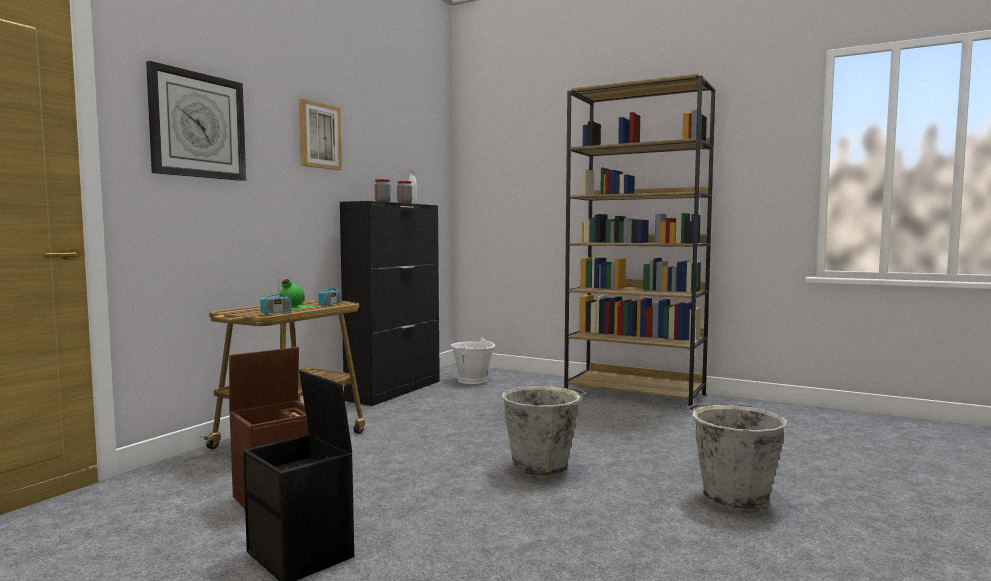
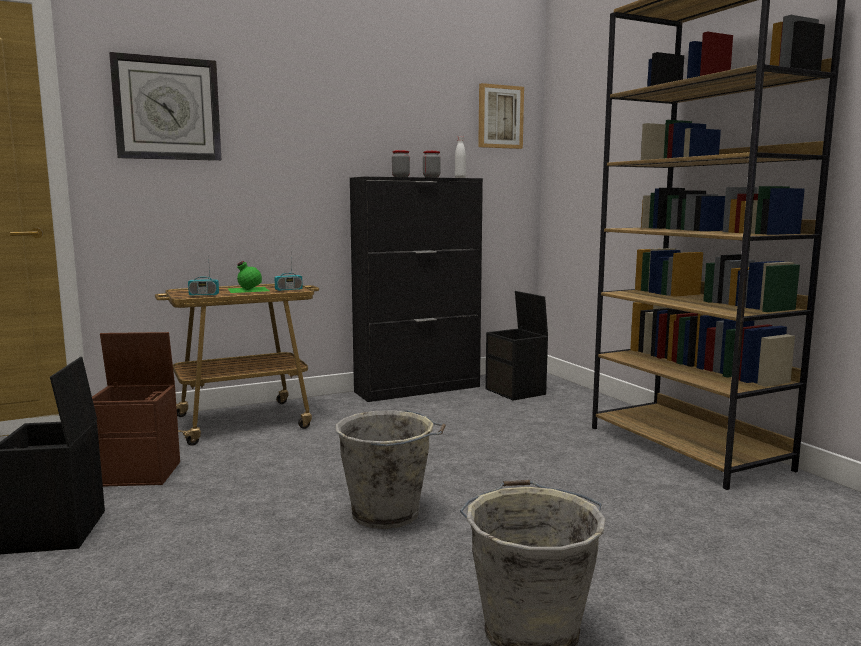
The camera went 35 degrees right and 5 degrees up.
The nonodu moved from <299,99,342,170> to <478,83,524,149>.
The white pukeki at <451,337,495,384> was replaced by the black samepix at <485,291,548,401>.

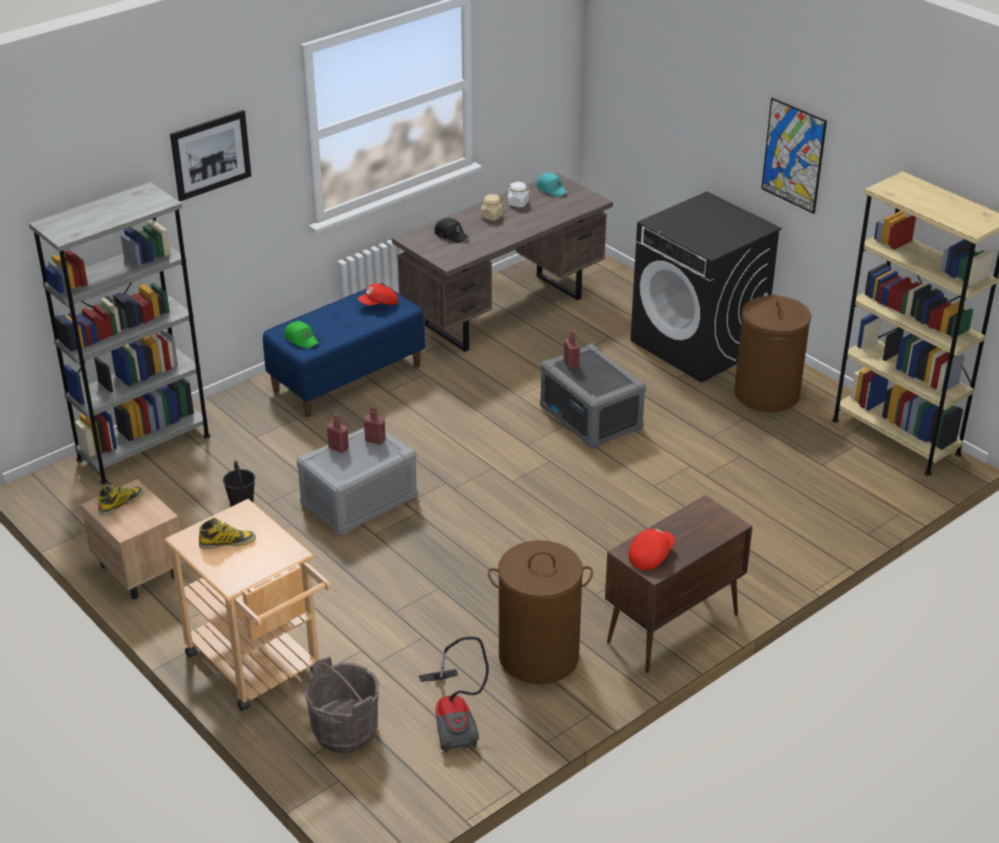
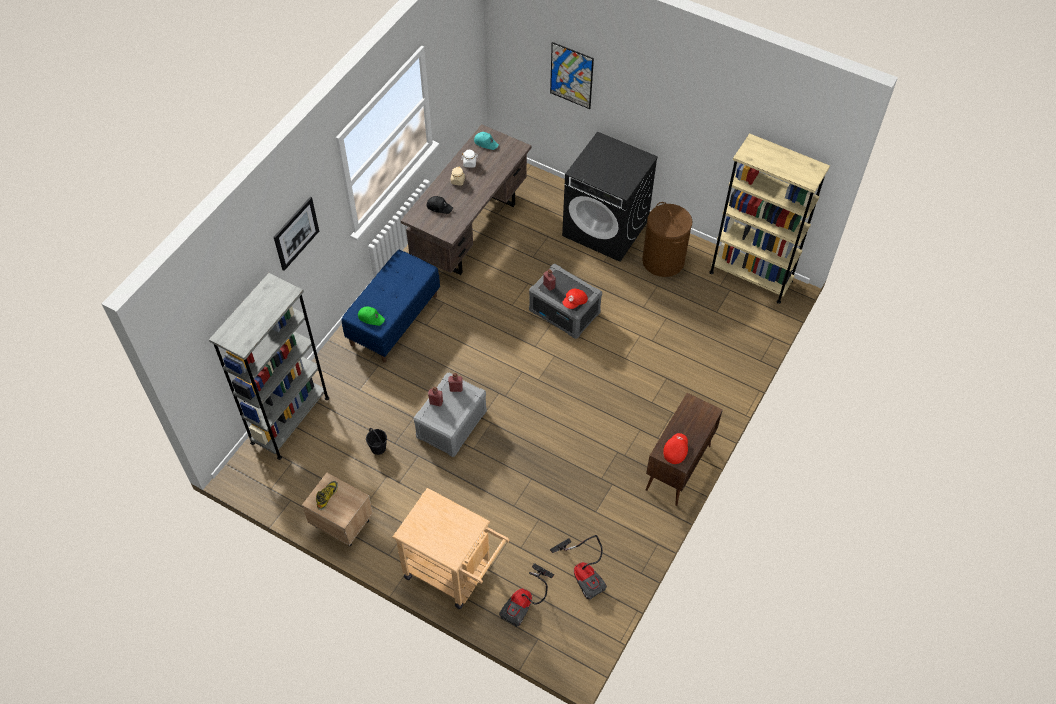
The camera went 20 degrees left and 20 degrees up.
The nonodu moved from <761,98,827,214> to <550,42,594,109>.
The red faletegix moved from <358,283,398,305> to <562,289,588,309>.
The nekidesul at <199,518,256,550> disappeared.
The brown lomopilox at <488,540,593,684> disappeared.
The grey pukeki at <305,656,379,753> was replaced by the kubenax at <499,563,554,627>.

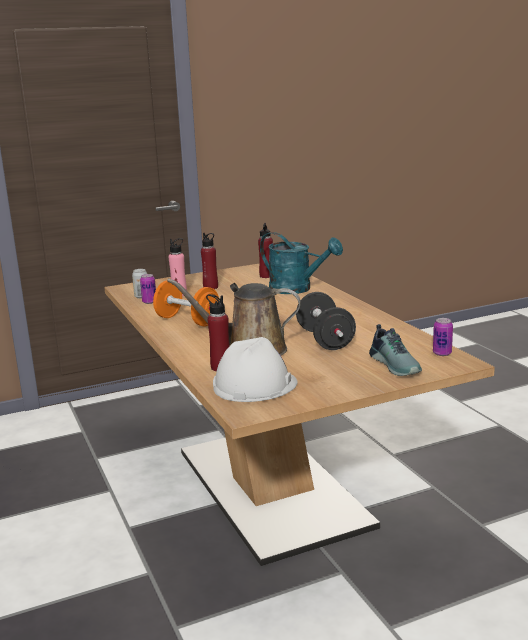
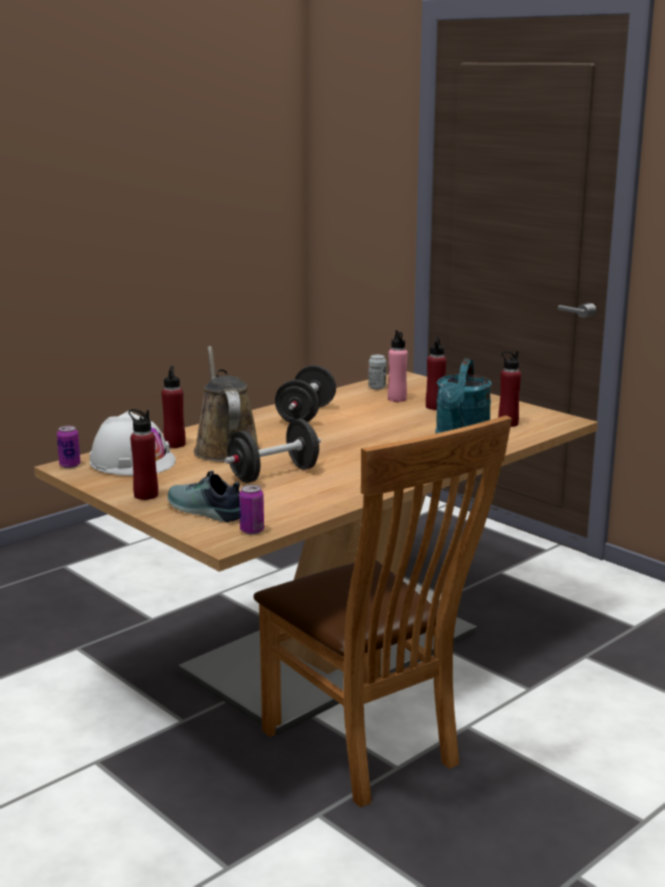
The camera went 70 degrees right and 0 degrees up.
The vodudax moved from <140,274,156,304> to <57,426,81,468>.
The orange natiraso at <153,280,219,326> became the black natiraso at <275,365,336,422>.
The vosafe at <369,324,422,376> turned 75 degrees clockwise.
The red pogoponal at <128,409,158,500> appeared.
The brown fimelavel at <254,416,512,808> appeared.

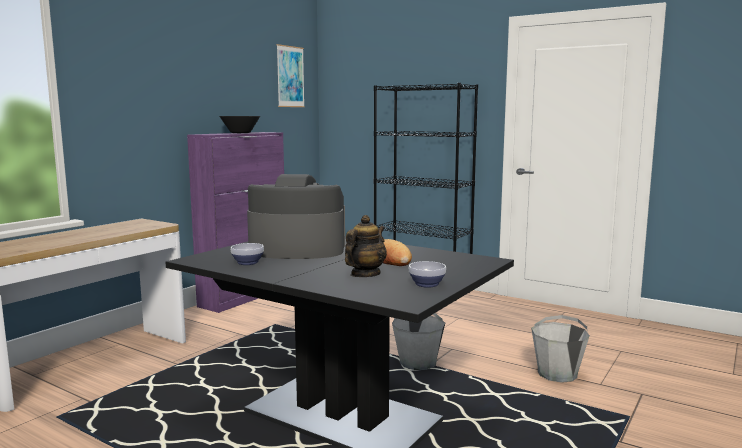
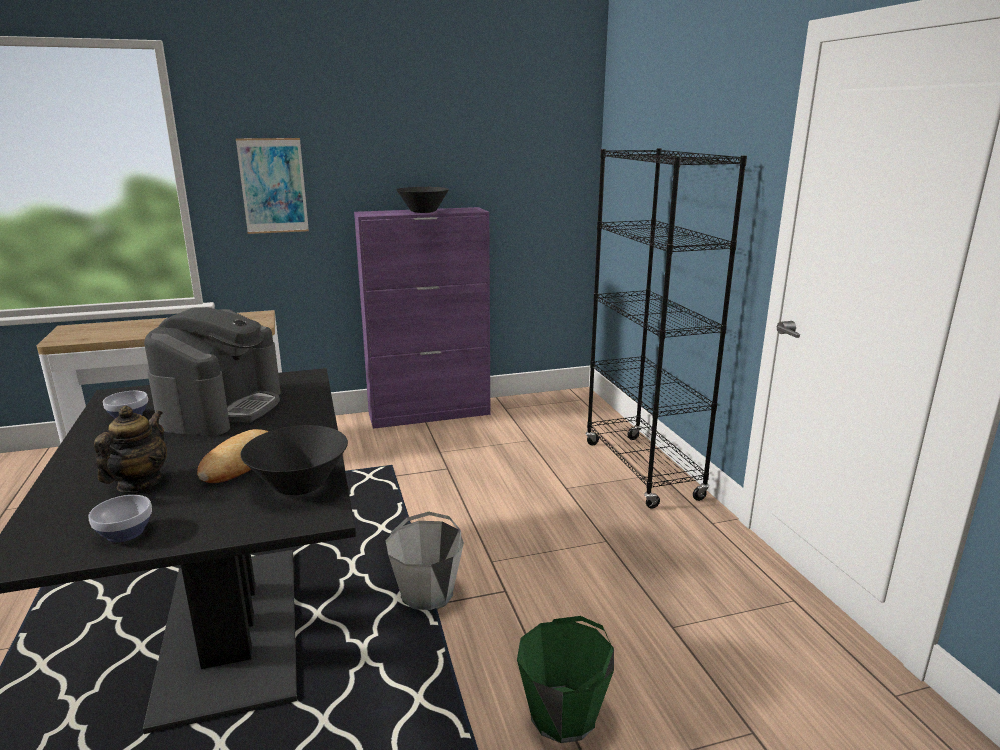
The camera went 40 degrees right and 10 degrees up.
The nonodu moved from <276,44,305,107> to <236,138,309,234>.
The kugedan at <247,174,345,259> turned 60 degrees clockwise.
The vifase at <345,215,387,277> turned 60 degrees counterclockwise.
The grey pukeki at <531,315,590,383> became the green pukeki at <517,616,614,743>.
The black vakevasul at <240,425,348,495> appeared.

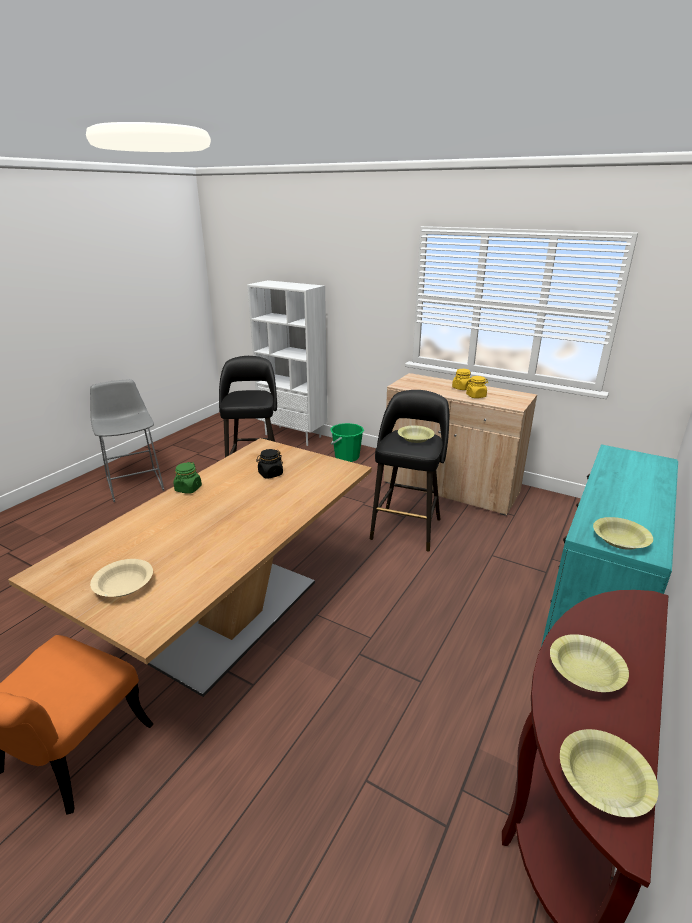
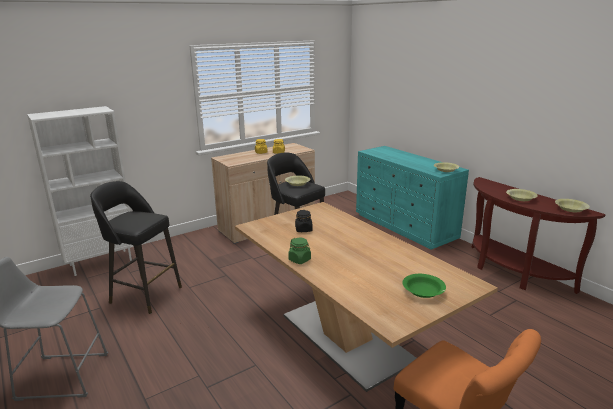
The camera went 65 degrees left and 5 degrees down.
The green pukeki at <330,423,364,462> disappeared.
The beige vakevasul at <90,559,153,597> became the green vakevasul at <402,274,446,298>.

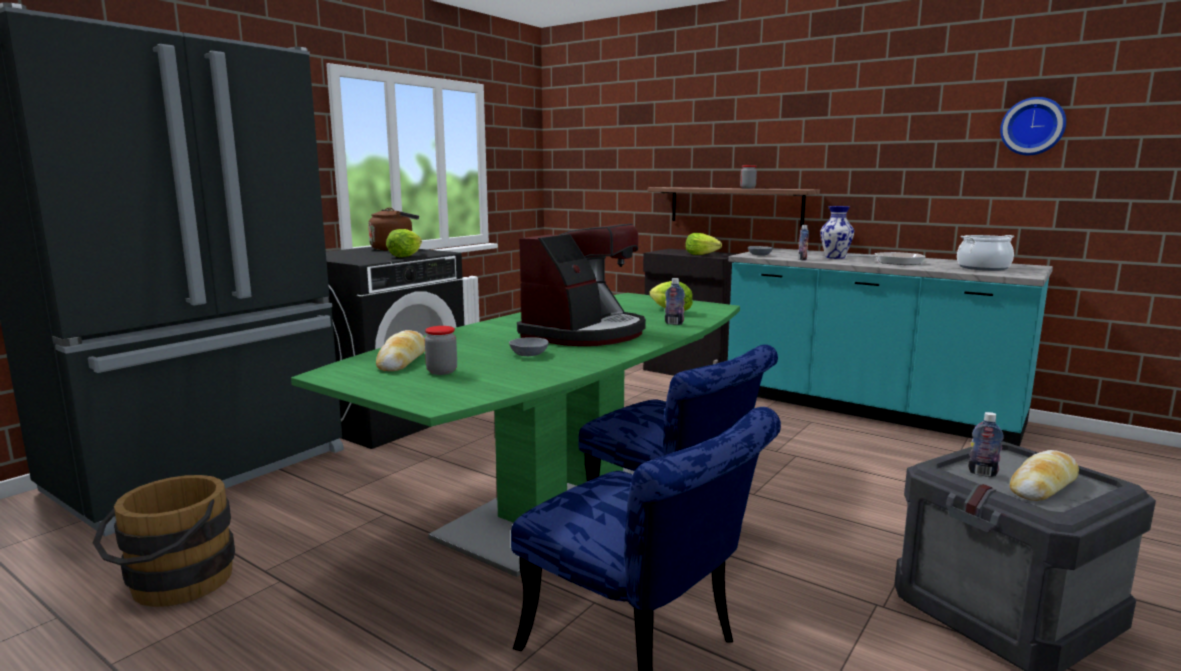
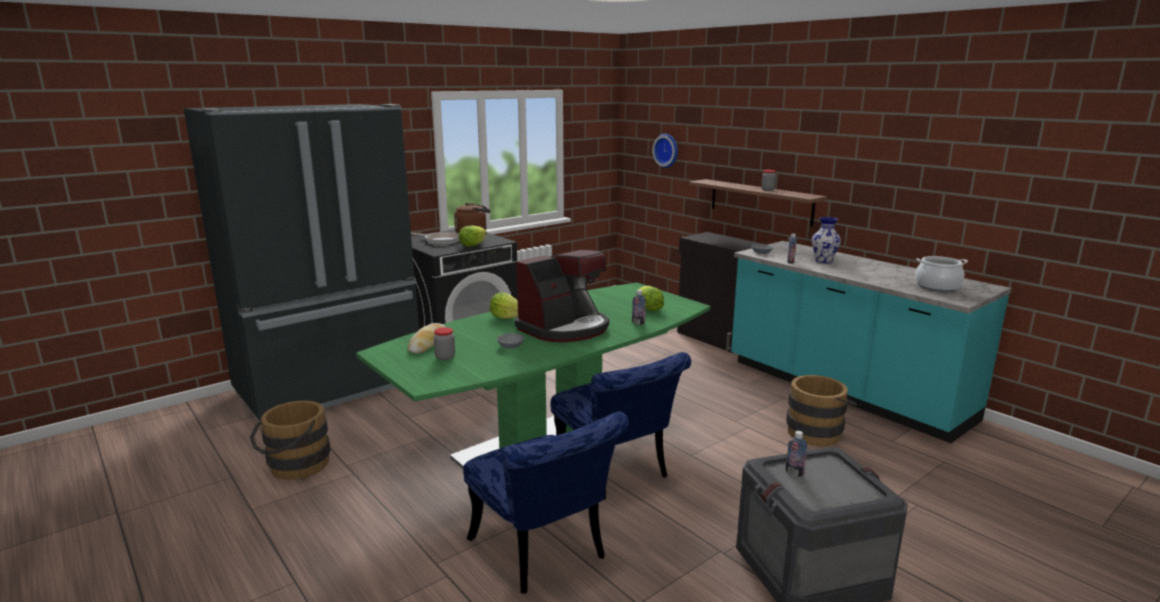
The camera went 15 degrees right and 5 degrees up.
The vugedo moved from <1000,97,1066,155> to <652,134,678,168>.
The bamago moved from <685,233,722,255> to <490,293,518,319>.
The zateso moved from <846,252,926,265> to <411,232,460,245>.
The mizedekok at <1010,450,1079,501> disappeared.
The brown pukeki at <786,375,857,446> appeared.

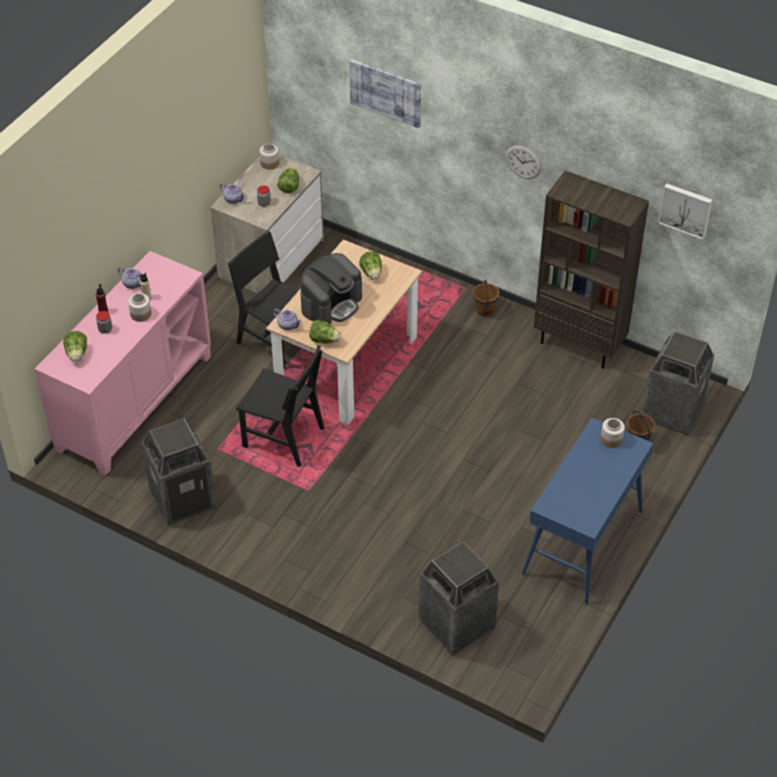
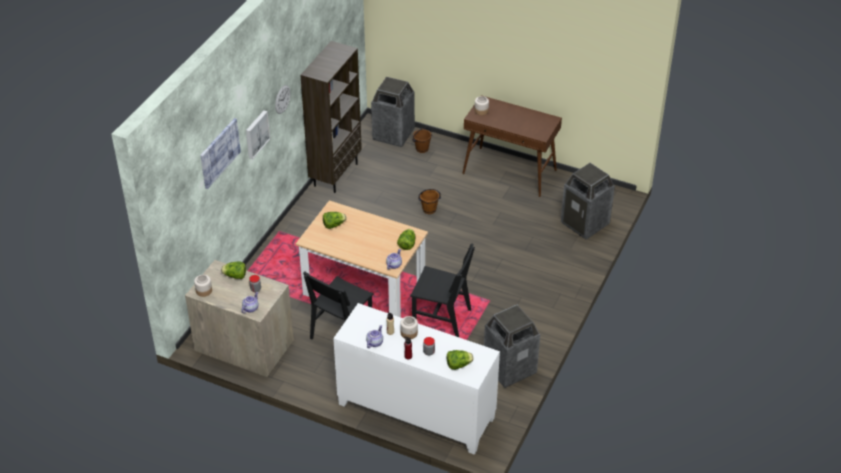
The camera went 95 degrees left and 5 degrees down.
The nonodu moved from <658,183,712,240> to <246,110,270,159>.
The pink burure at <35,251,211,475> became the white burure at <333,303,500,455>.
The kugedan at <300,253,362,324> disappeared.
The brown pukeki moved from <473,280,499,317> to <419,189,441,214>.
The black fimelavel at <236,345,324,467> turned 90 degrees clockwise.
The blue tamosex at <522,418,653,604> became the brown tamosex at <462,95,562,197>.

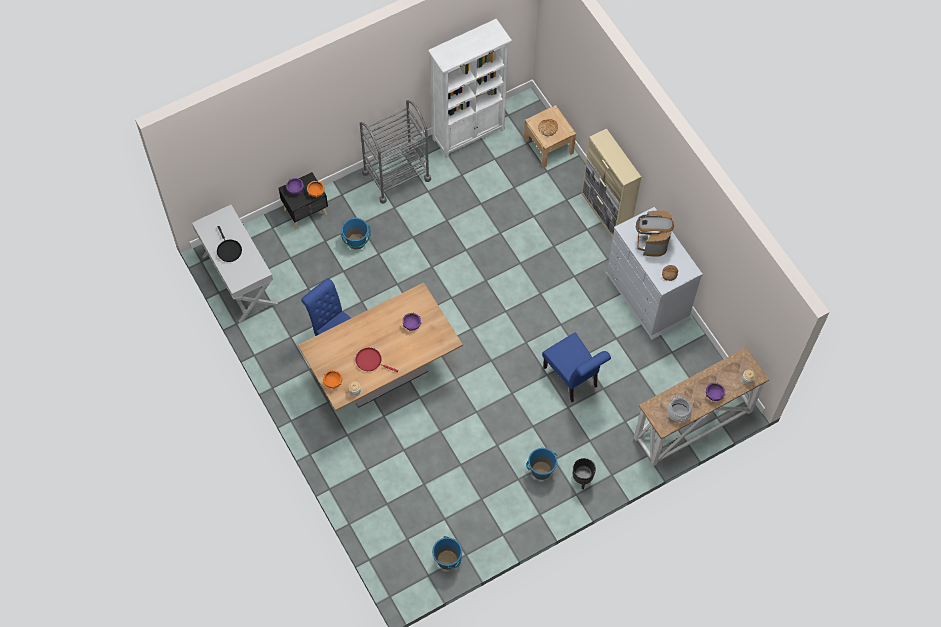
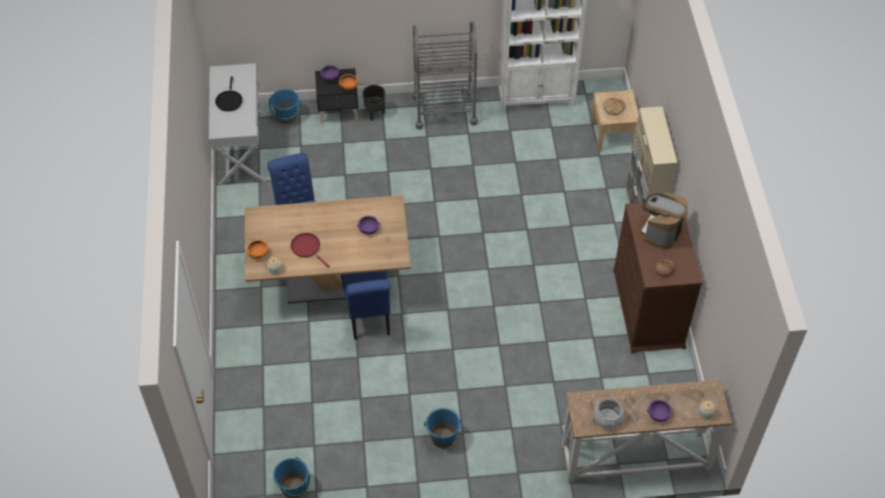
The camera went 25 degrees right and 10 degrees down.
The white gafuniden at <605,207,703,340> became the brown gafuniden at <613,202,702,354>.
The blue pukeki moved from <341,218,371,249> to <269,89,301,124>.
The blue fimelavel moved from <542,333,611,402> to <341,271,391,340>.
The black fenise moved from <573,458,596,489> to <363,85,385,121>.

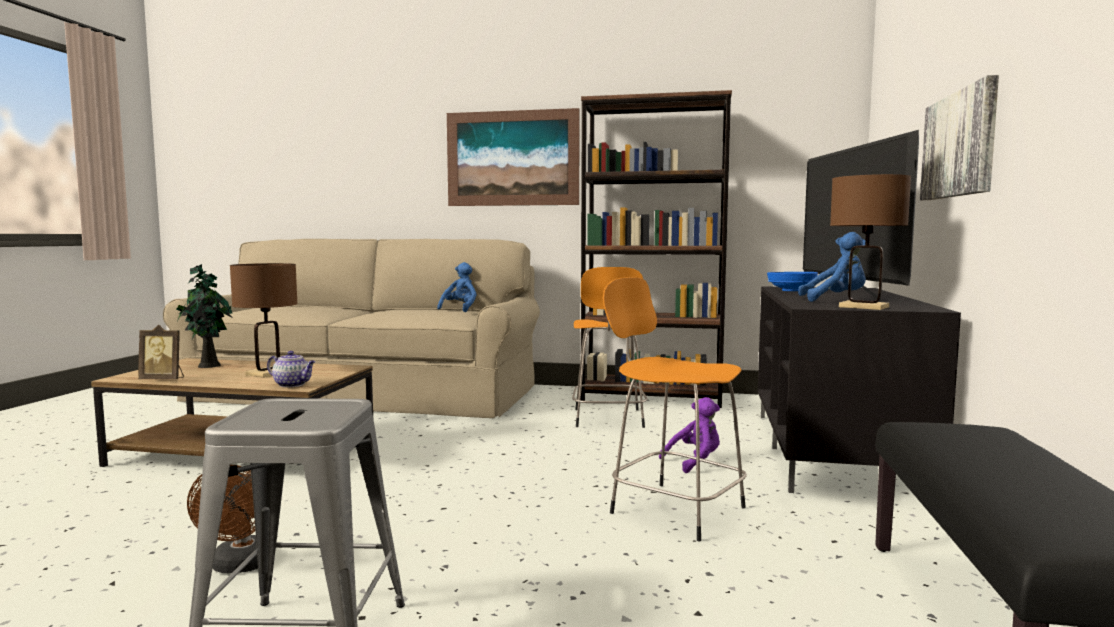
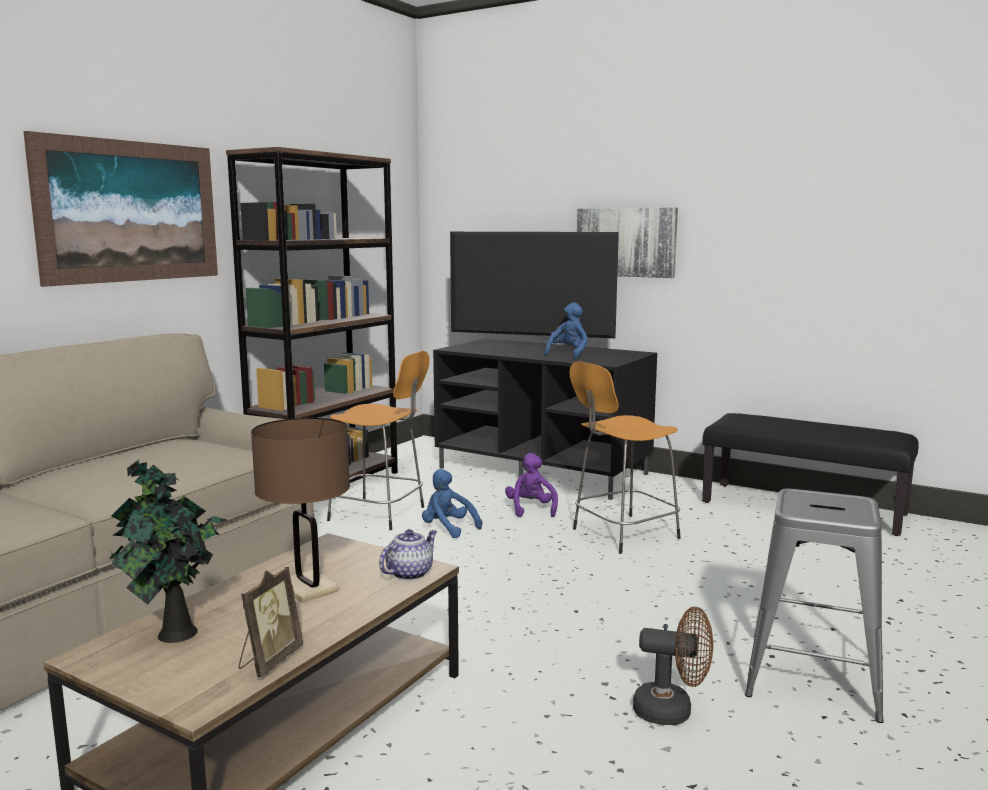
The camera went 70 degrees left and 5 degrees up.
The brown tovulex at <830,174,911,310> disappeared.
The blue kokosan moved from <437,262,477,312> to <422,469,482,538>.
The blue vakevasul at <767,272,818,291> disappeared.

